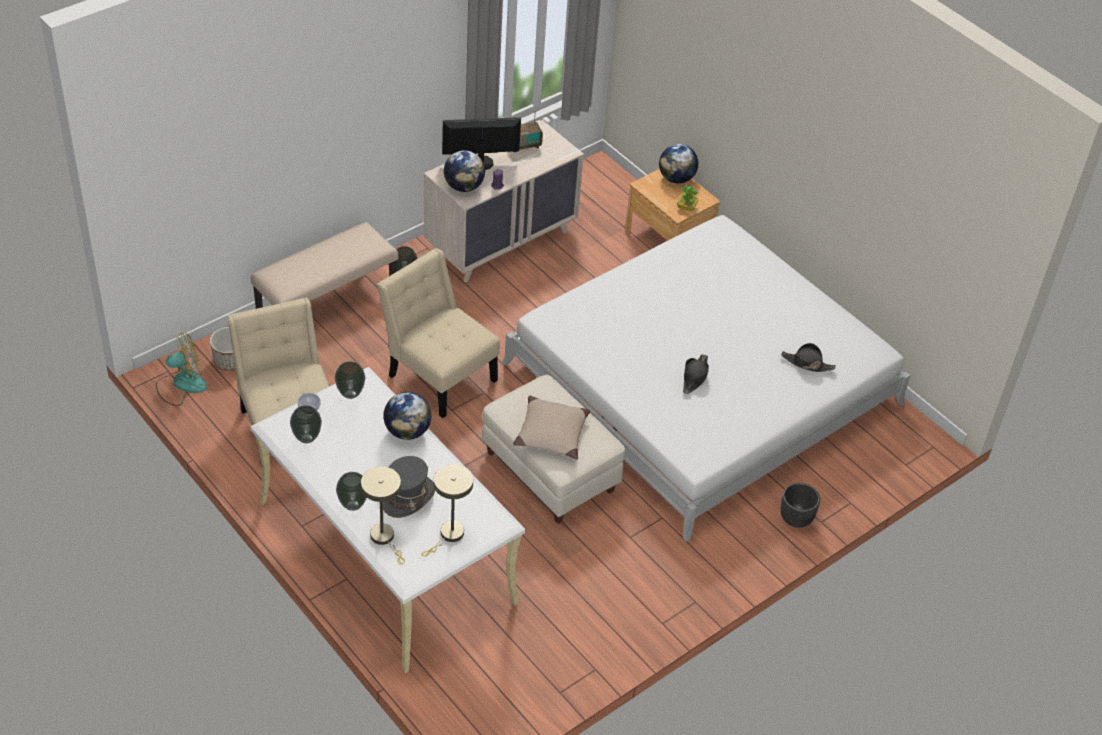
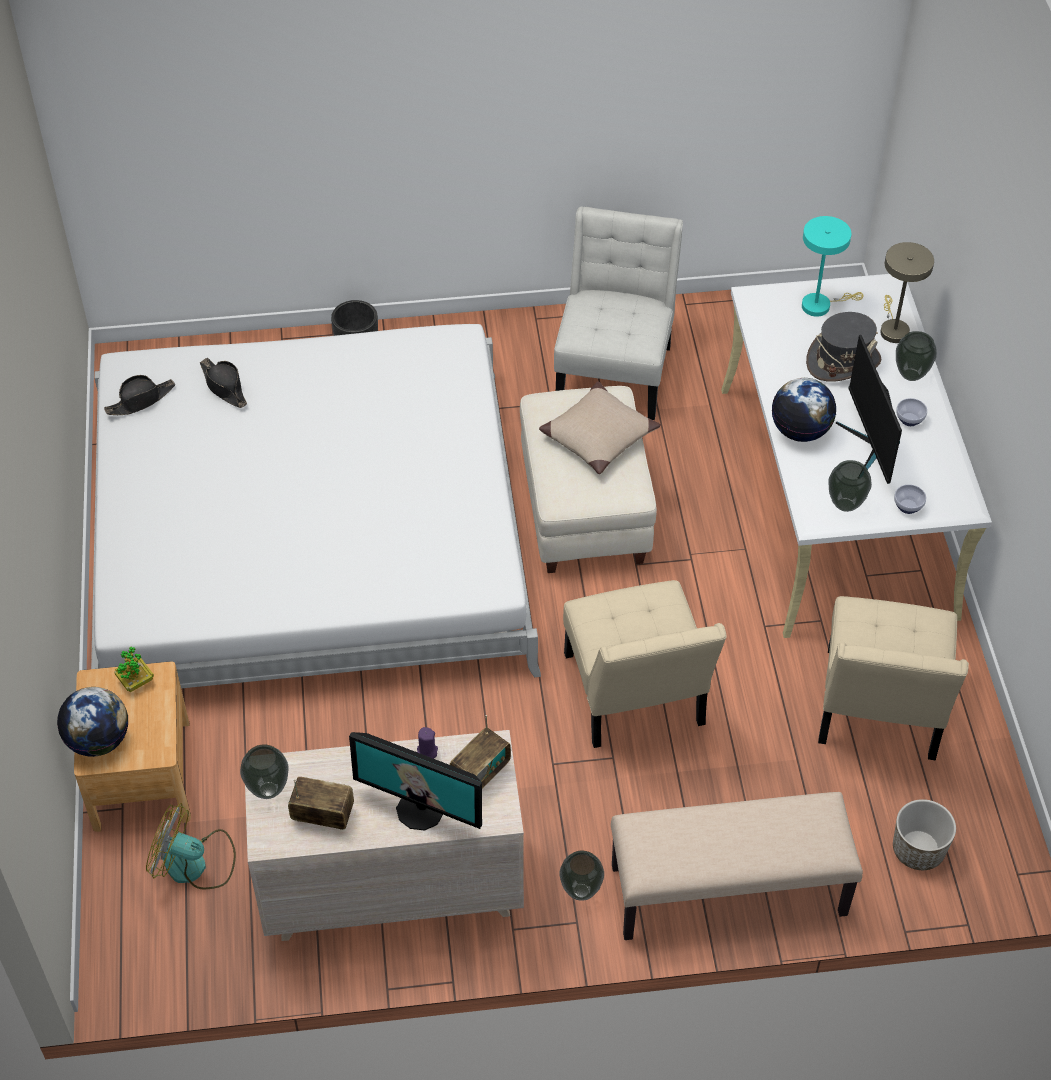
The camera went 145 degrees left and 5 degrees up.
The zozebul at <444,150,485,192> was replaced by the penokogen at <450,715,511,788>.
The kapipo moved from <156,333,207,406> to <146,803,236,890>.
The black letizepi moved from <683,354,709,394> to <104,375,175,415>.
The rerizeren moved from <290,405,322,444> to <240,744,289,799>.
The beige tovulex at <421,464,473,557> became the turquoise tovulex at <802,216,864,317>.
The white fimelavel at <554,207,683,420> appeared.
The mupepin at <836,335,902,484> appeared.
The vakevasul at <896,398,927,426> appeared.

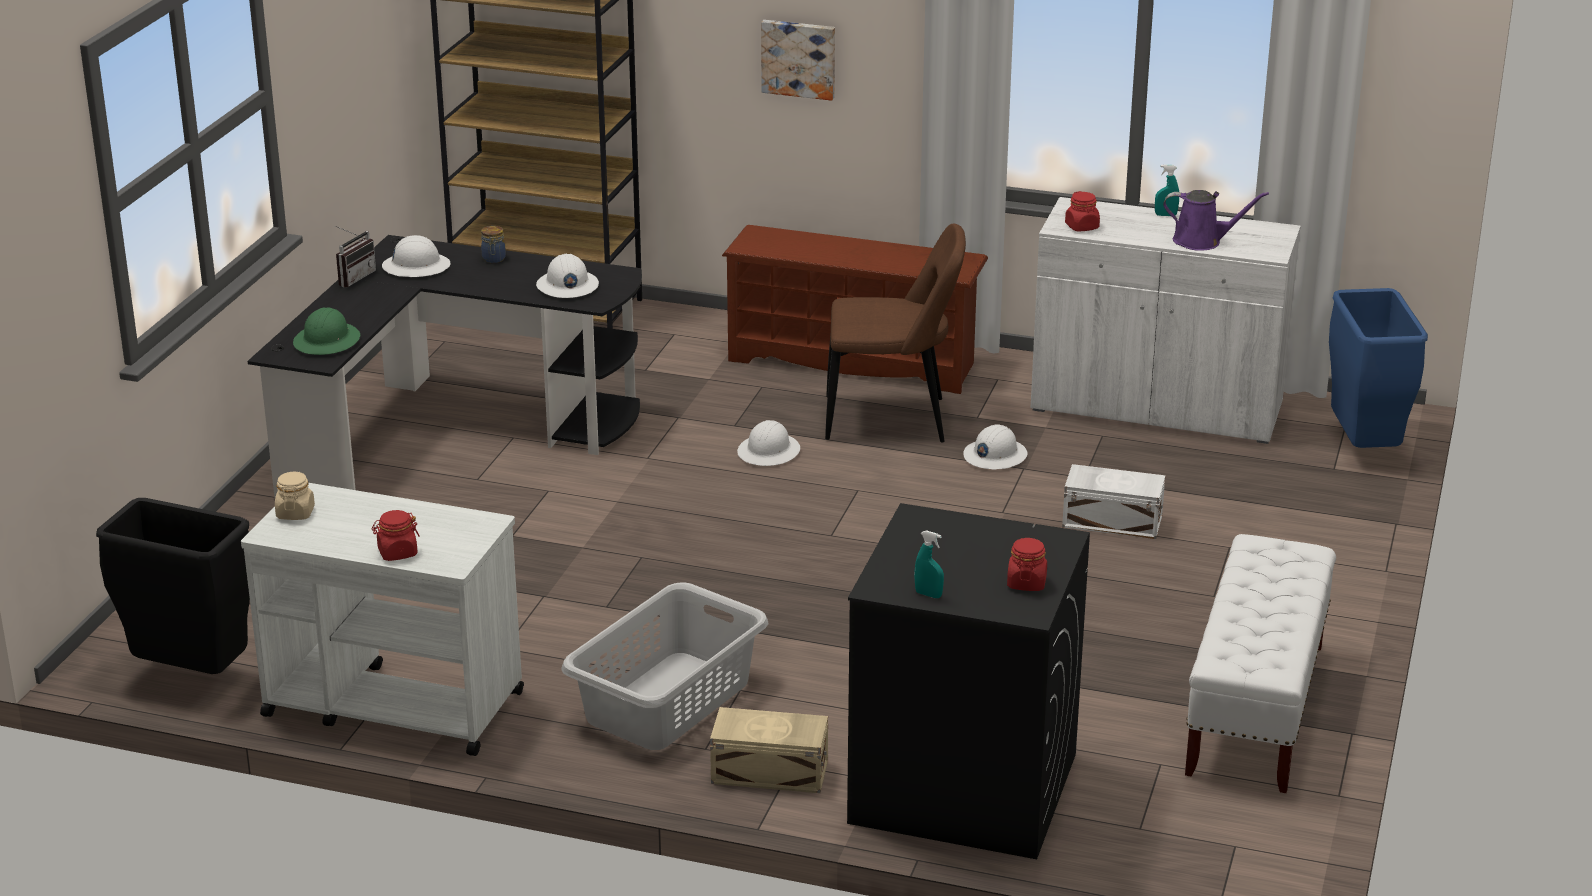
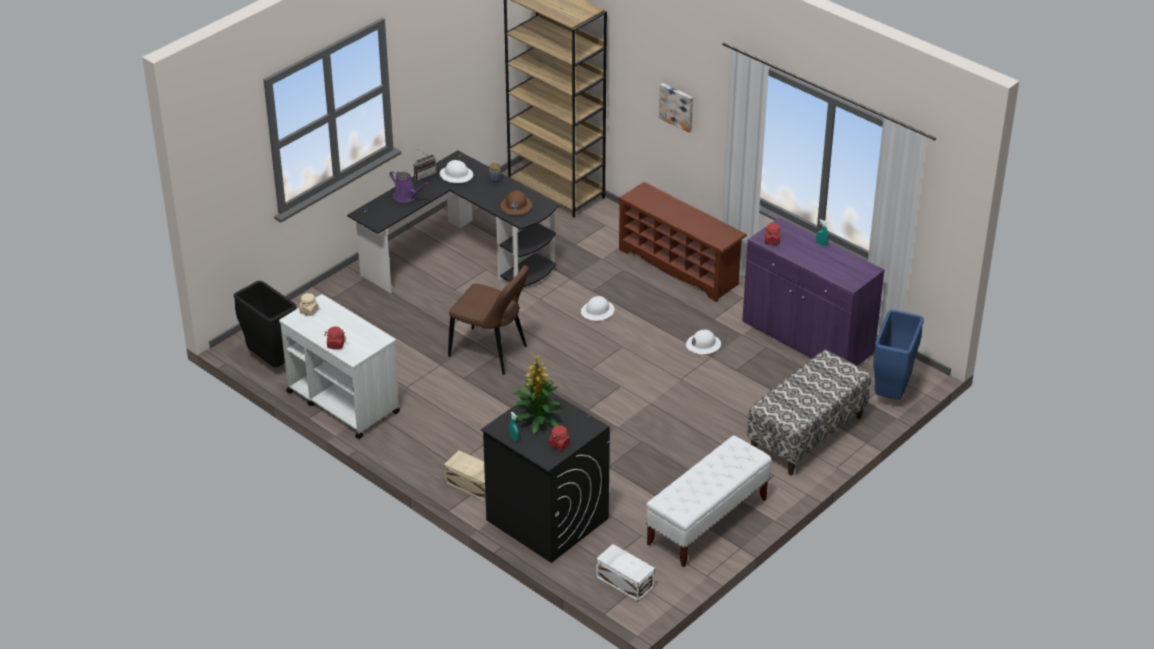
The camera went 25 degrees right and 10 degrees up.
The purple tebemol moved from <1163,190,1269,251> to <390,170,428,203>.
The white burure at <1031,197,1301,444> became the purple burure at <742,217,885,366>.
The brown fimelavel moved from <825,224,966,442> to <448,265,529,375>.
The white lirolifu at <536,254,599,298> became the brown lirolifu at <500,190,532,215>.
The green lirolifu at <293,307,360,355> disappeared.
The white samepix moved from <1062,464,1165,539> to <596,544,655,602>.
The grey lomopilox at <561,582,768,750> disappeared.
The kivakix at <747,350,871,475> appeared.
The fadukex at <513,354,560,433> appeared.

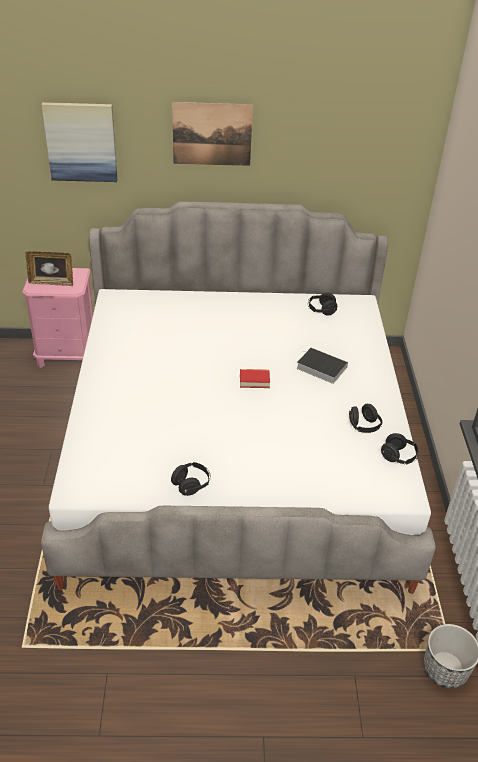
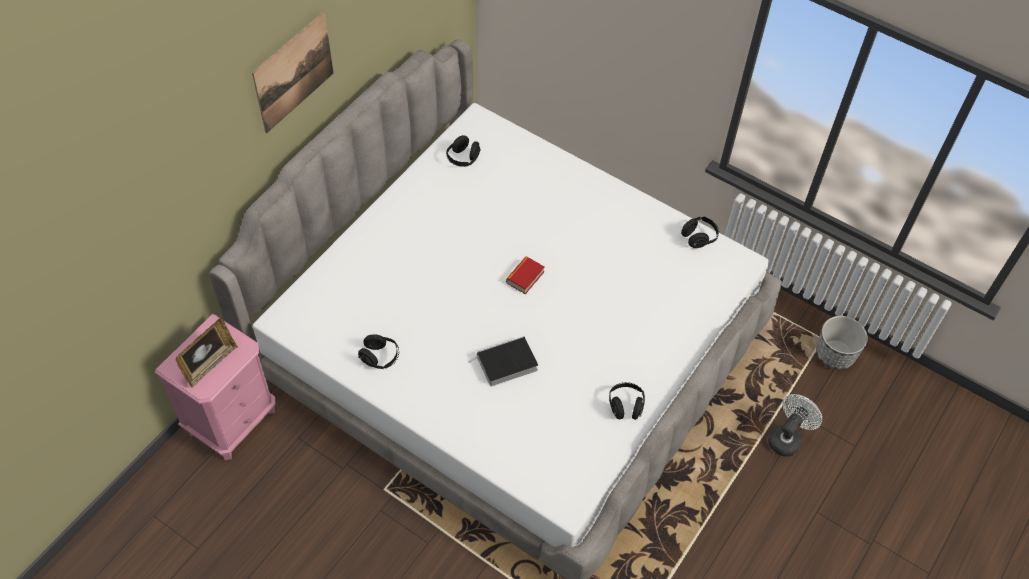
The camera went 55 degrees left and 15 degrees up.
The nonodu at <42,102,118,182> disappeared.
The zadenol moved from <297,347,348,384> to <469,336,538,386>.
The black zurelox moved from <349,404,383,433> to <358,334,399,369>.
The white kapipo at <768,394,822,457> appeared.

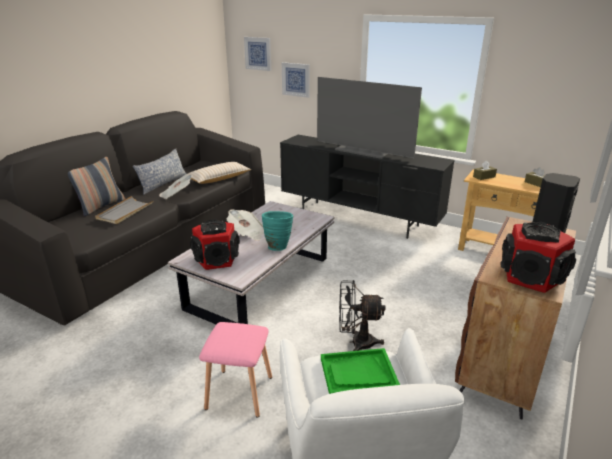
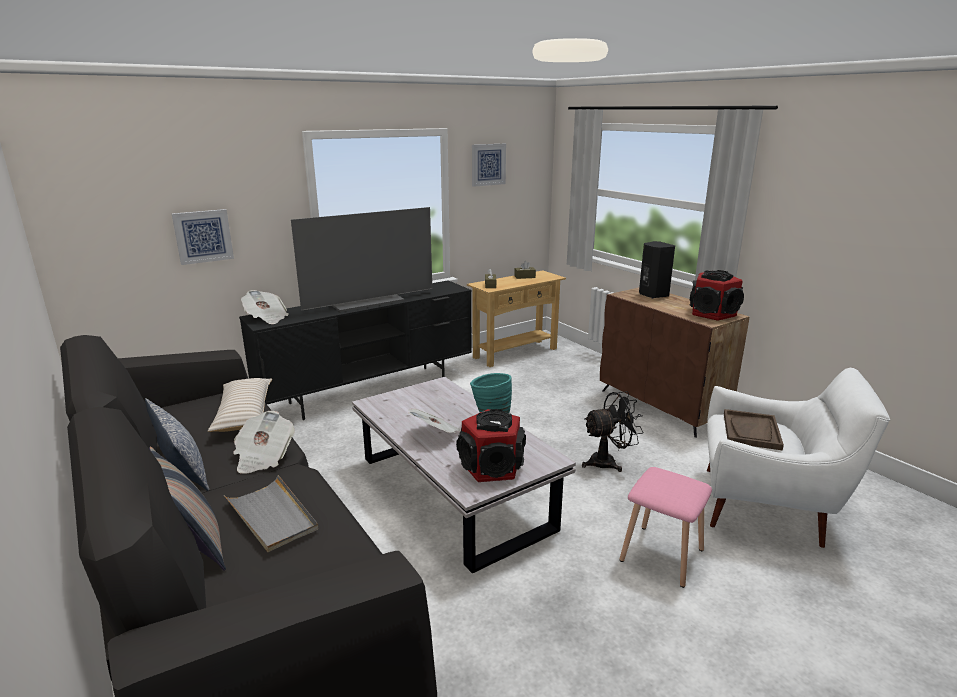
The camera went 65 degrees left and 5 degrees down.
The nonodu moved from <244,37,271,71> to <472,144,506,187>.
The black kapipo at <339,280,386,351> turned 135 degrees counterclockwise.
The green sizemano at <321,348,400,394> became the brown sizemano at <724,409,784,451>.
The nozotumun at <241,290,289,324> appeared.

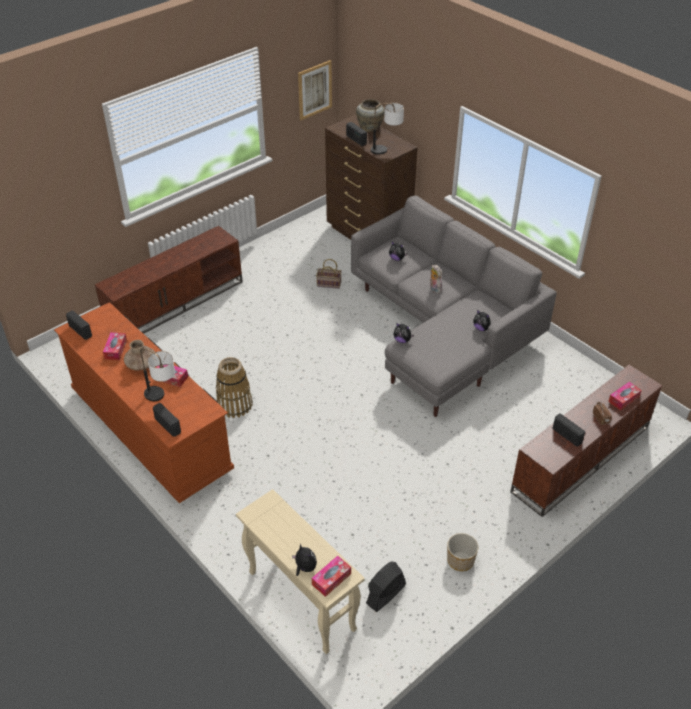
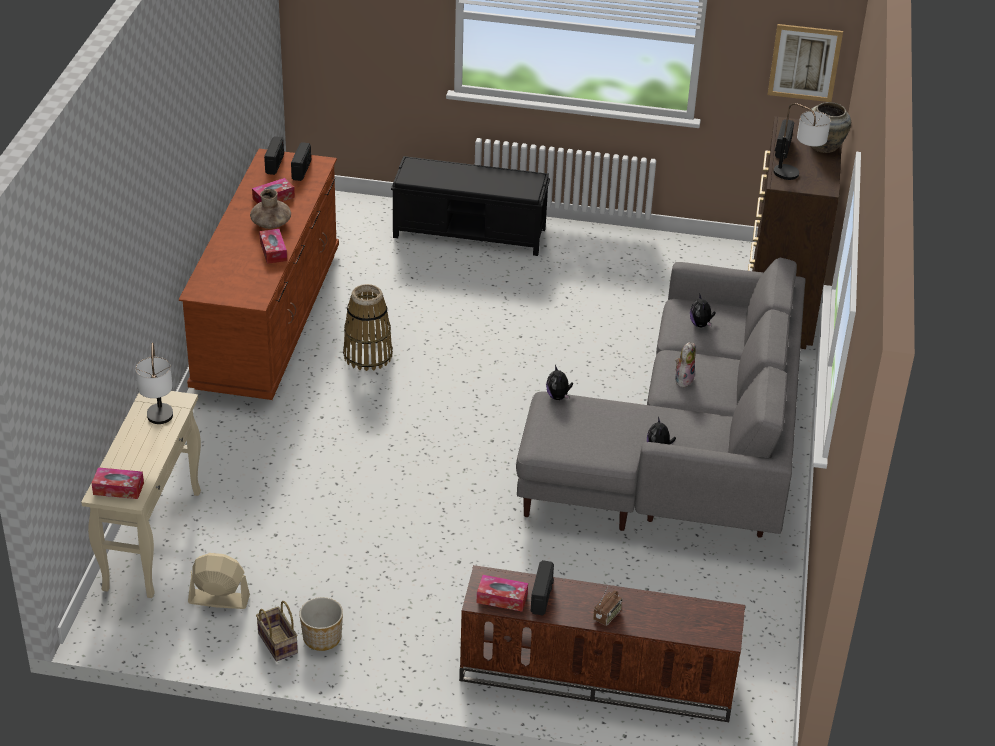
The camera went 50 degrees right and 5 degrees down.
The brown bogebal at <95,226,243,334> was replaced by the black kivakix at <391,156,550,256>.
The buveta moved from <316,259,342,289> to <256,601,298,662>.
The tovulex moved from <140,348,175,401> to <135,342,173,424>.
The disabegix moved from <608,382,642,411> to <477,575,528,612>.
The penokogen moved from <153,403,181,437> to <291,142,311,181>.
The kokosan at <292,544,317,576> disappeared.
The black kapipo at <366,561,406,612> became the beige kapipo at <188,553,250,609>.

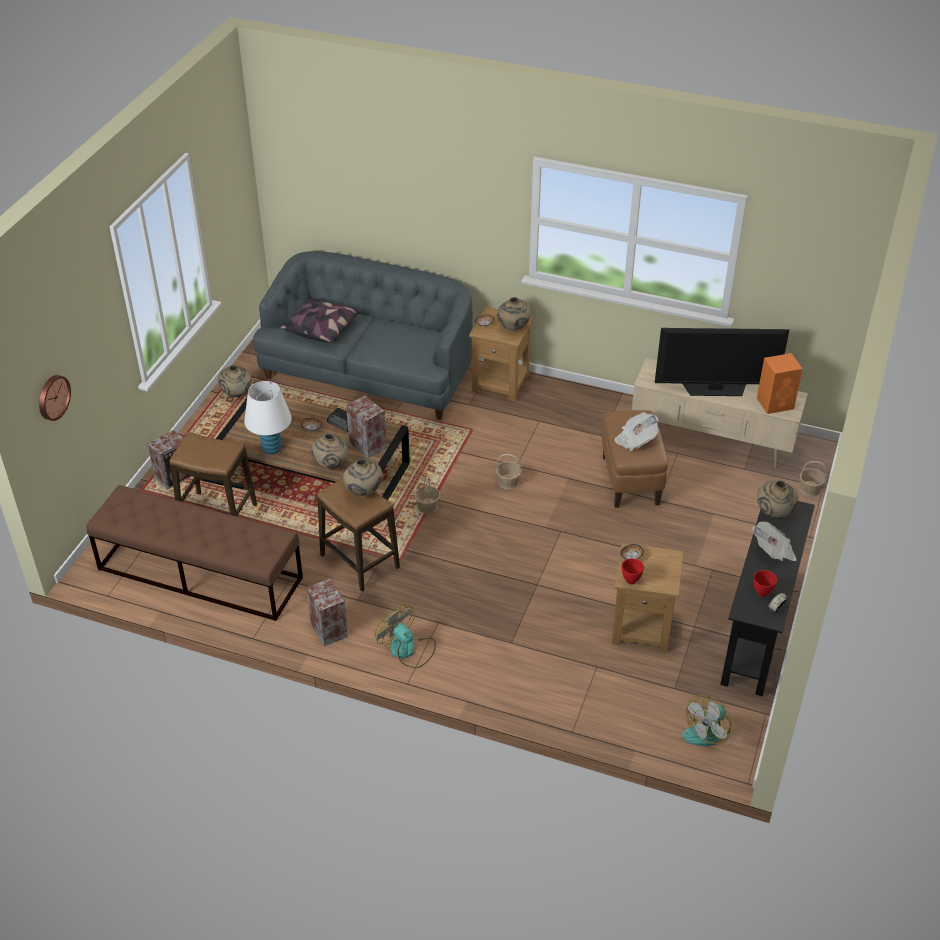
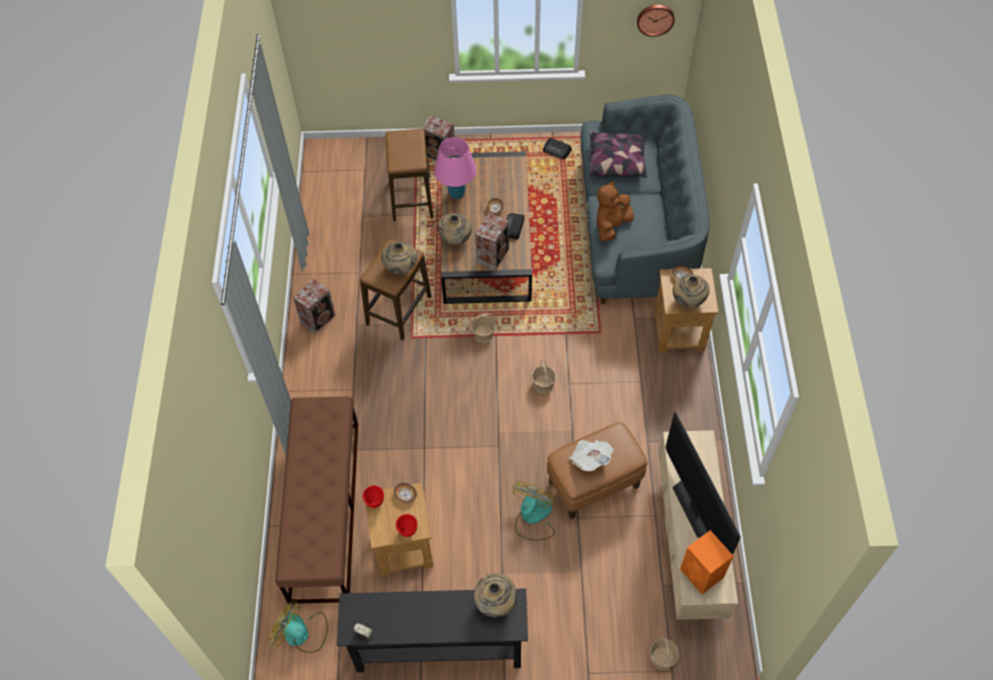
The camera went 70 degrees right and 15 degrees up.
The beige rerizeren at <218,365,252,397> was replaced by the penokogen at <543,138,572,159>.
The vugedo moved from <39,375,71,421> to <637,5,675,37>.
The white tovulex at <244,381,292,455> became the pink tovulex at <434,137,476,199>.
The brown kivakix moved from <86,485,303,621> to <275,396,358,604>.
The nozotumun at <752,522,797,561> disappeared.
The red vakevasul moved from <754,570,777,597> to <396,514,418,537>.
The kapipo moved from <375,605,436,668> to <512,481,555,541>.
The brown kokosan at <596,182,634,242> appeared.

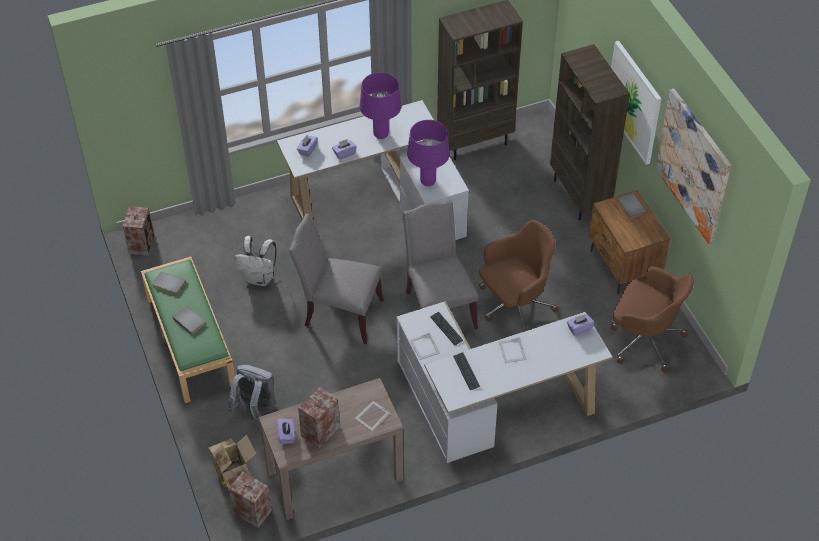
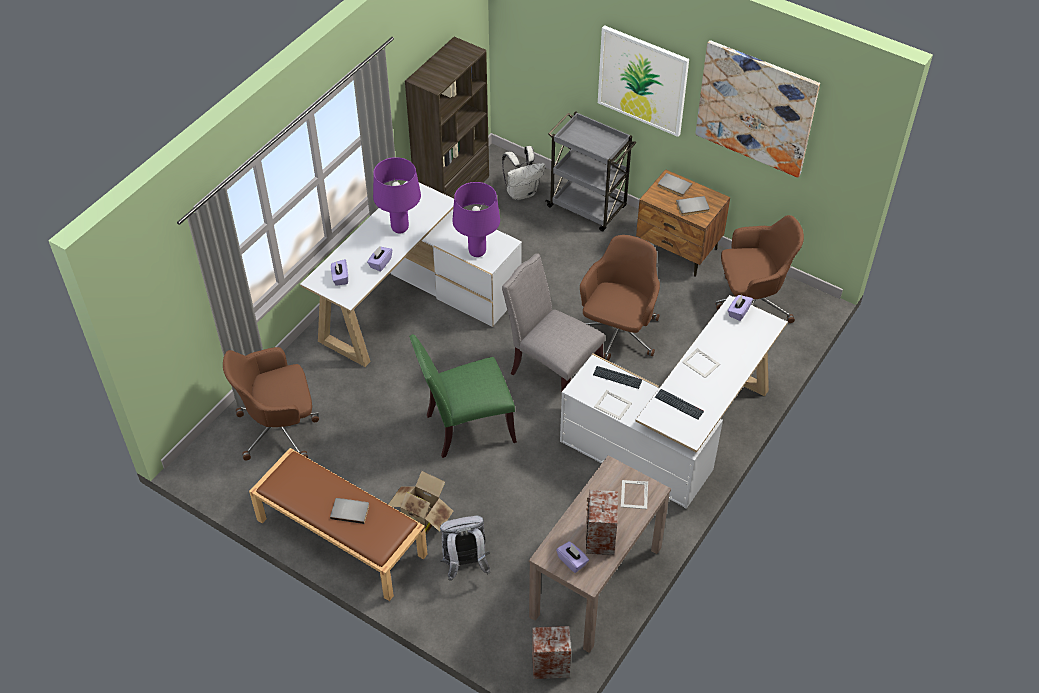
The camera went 35 degrees left and 0 degrees up.
The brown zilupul at <550,44,630,221> was replaced by the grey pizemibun at <545,111,636,231>.
The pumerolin at <122,206,155,256> disappeared.
The grey fimelavel at <289,214,384,344> became the green fimelavel at <409,334,517,458>.
The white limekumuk moved from <234,236,276,286> to <502,146,545,200>.
The green kivakix at <141,257,235,403> became the brown kivakix at <249,448,428,601>.
The grey zadenol moved from <152,272,186,295> to <676,196,710,216>.
The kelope moved from <208,434,256,489> to <388,471,453,534>.
The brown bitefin at <223,347,319,460> appeared.

